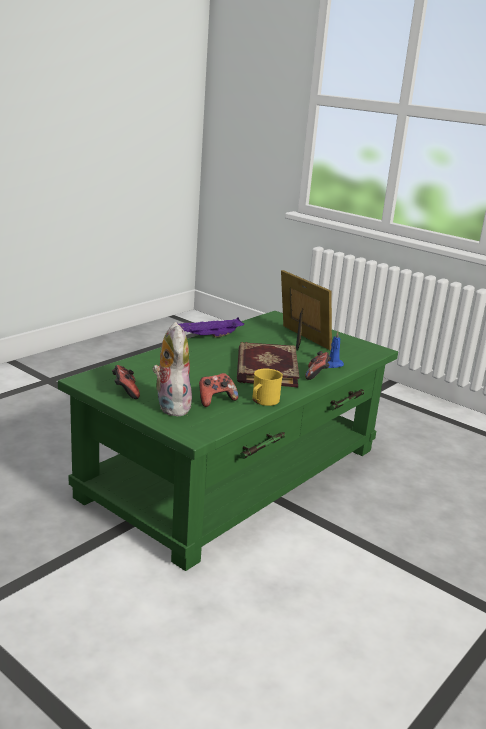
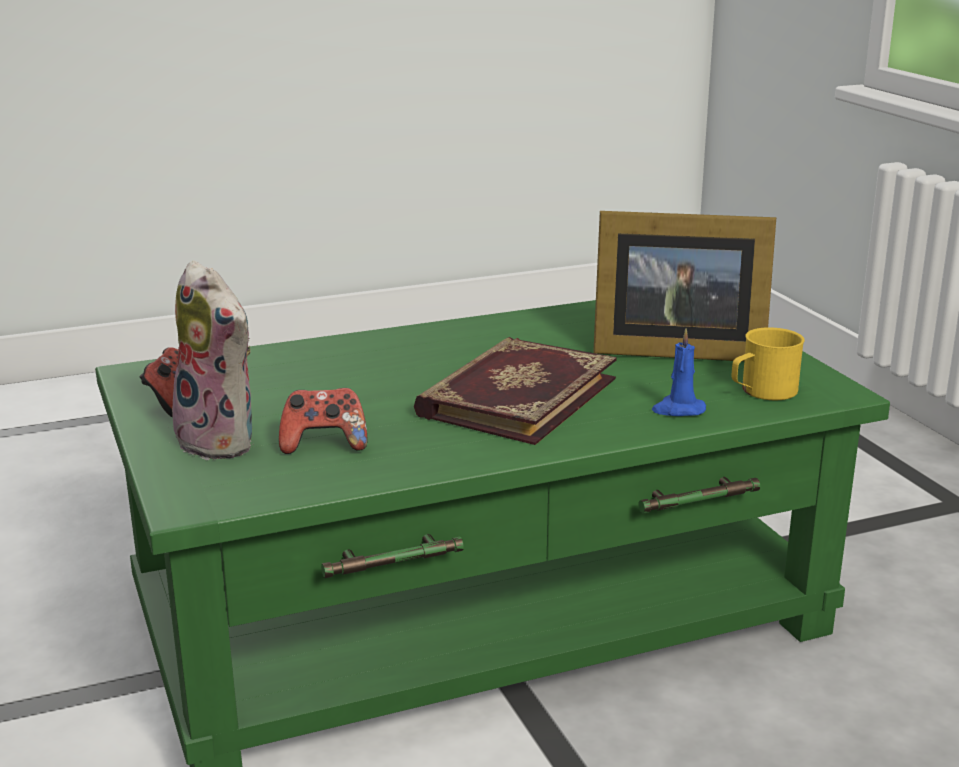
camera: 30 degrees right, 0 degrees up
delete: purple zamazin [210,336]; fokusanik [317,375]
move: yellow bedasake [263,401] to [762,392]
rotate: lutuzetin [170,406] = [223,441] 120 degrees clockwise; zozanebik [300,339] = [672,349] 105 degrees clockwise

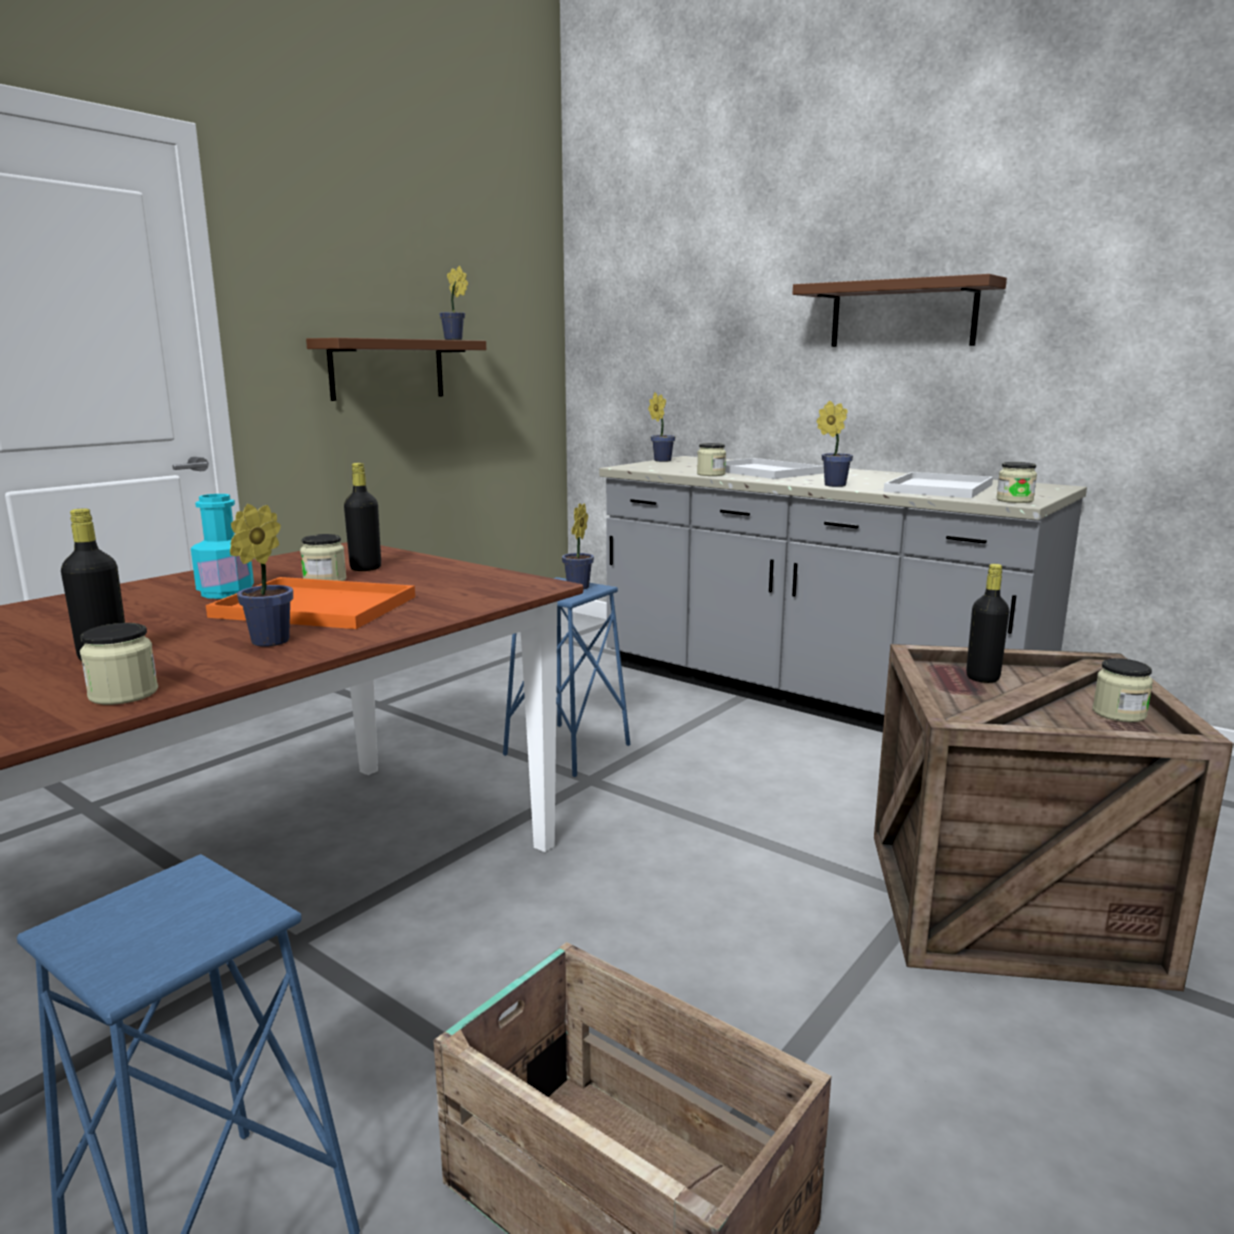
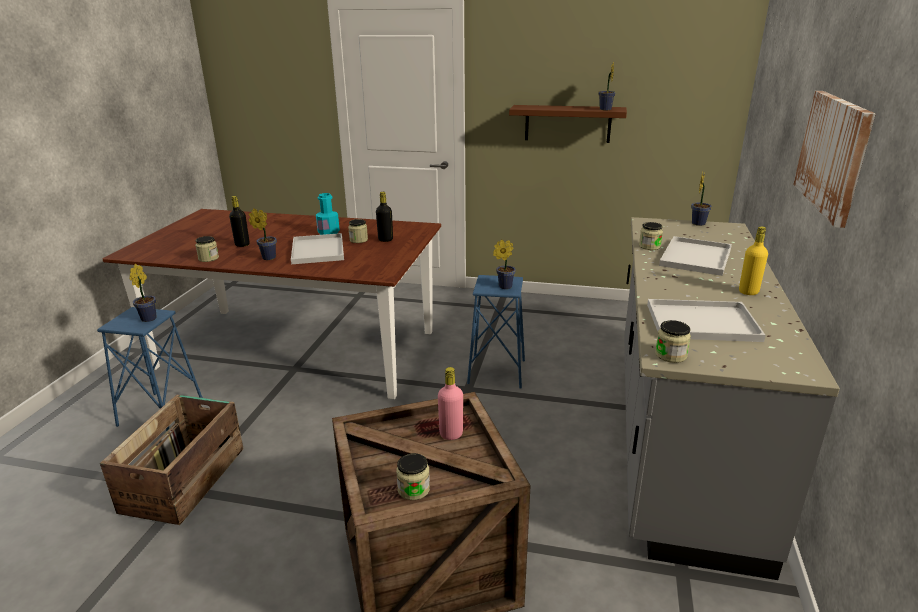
camera: 65 degrees right, 10 degrees up
insert: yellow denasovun [748,292]
move: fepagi [832,485] to [150,318]
replace: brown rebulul [902,314] to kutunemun [833,154]
recolor: orange zamazin [311,607] to white zamazin [317,250]; black denasovun [982,678] to pink denasovun [451,434]

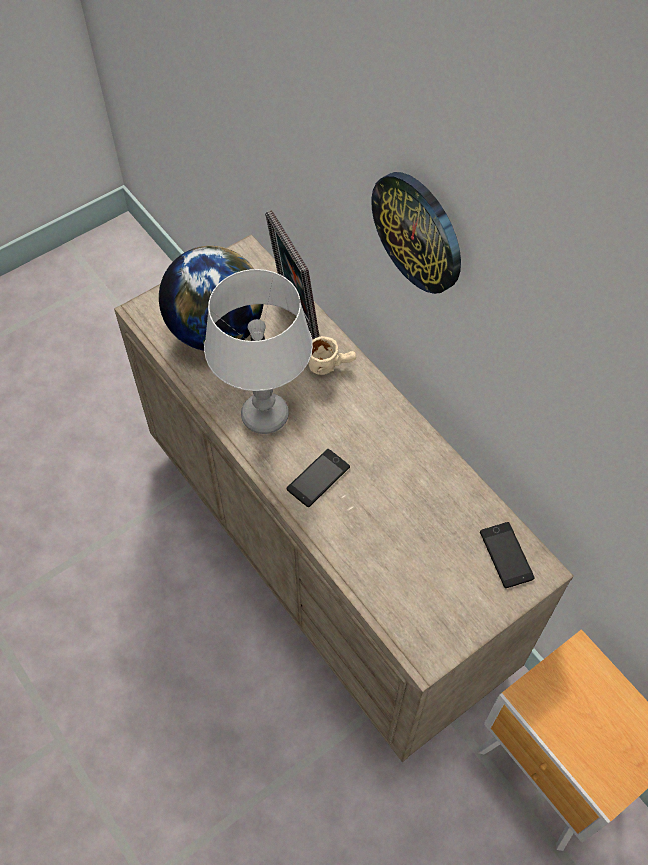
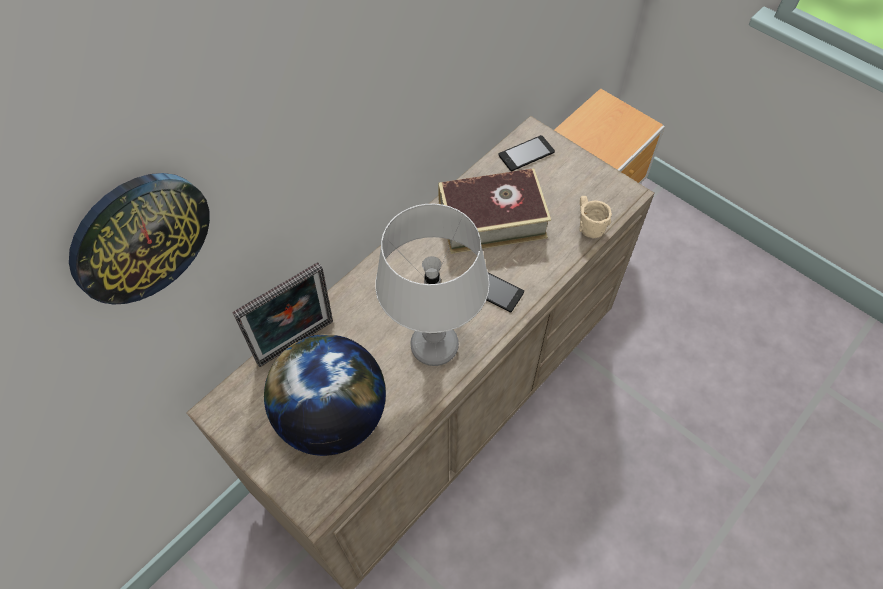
camera: 100 degrees left, 0 degrees up
insert: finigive [492,219]
move: beige bedasake [331,364] to [586,223]; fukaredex [418,231] to [140,237]

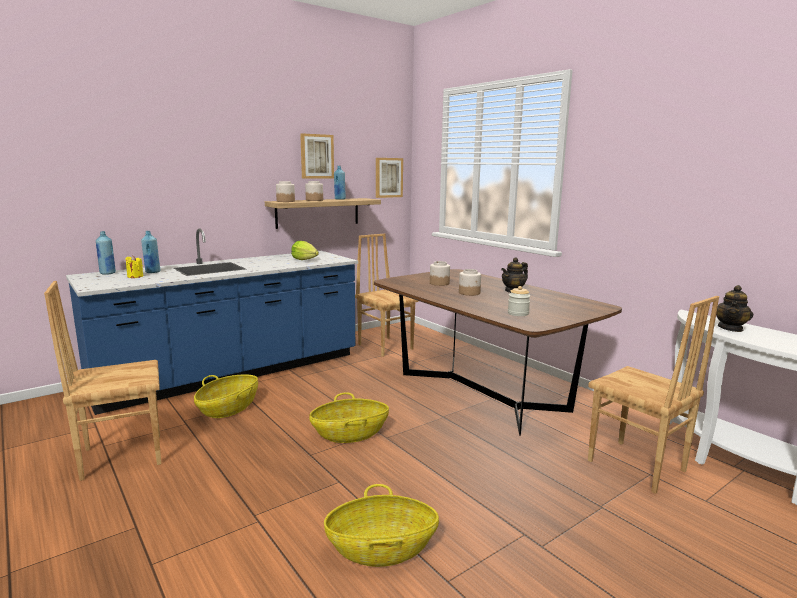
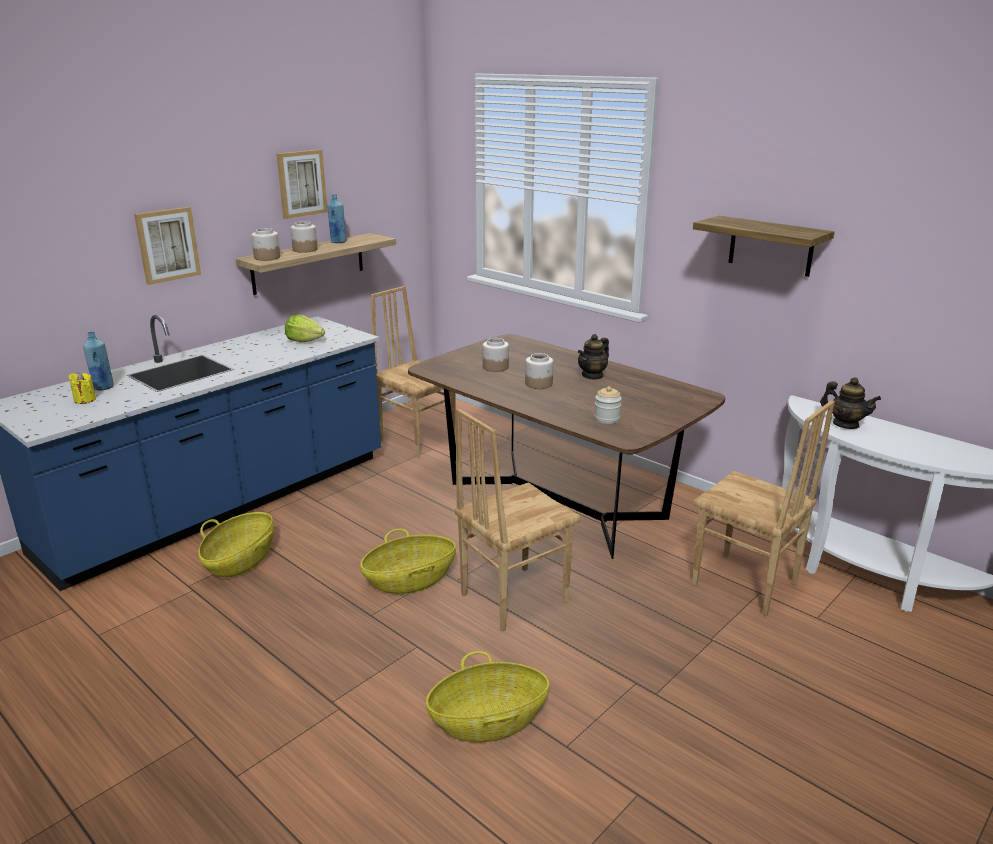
camera: 10 degrees left, 10 degrees up
delete: blue denasovun [107,273]
insert: rebulul [771,246]
move: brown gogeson [121,456] to [512,597]; kutunemun [388,177] to [167,245]
rotate: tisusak [730,328] = [845,424] 75 degrees counterclockwise

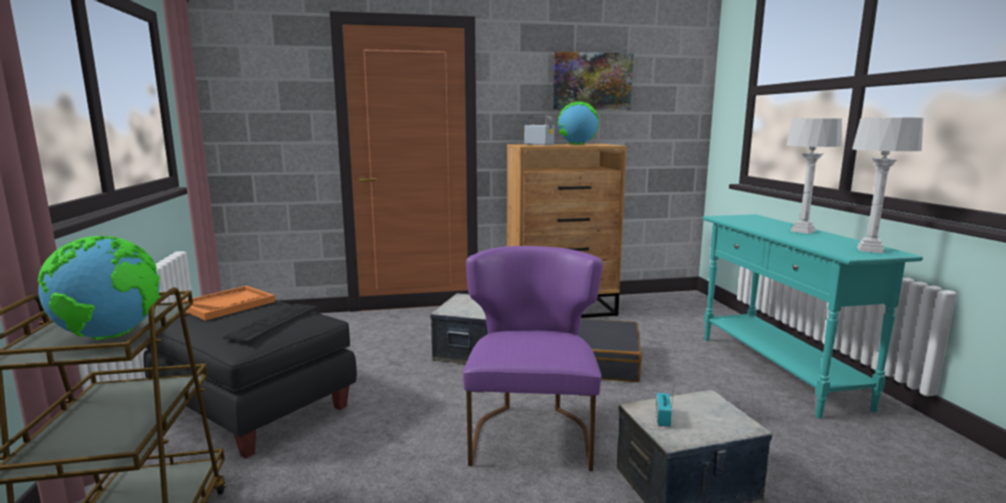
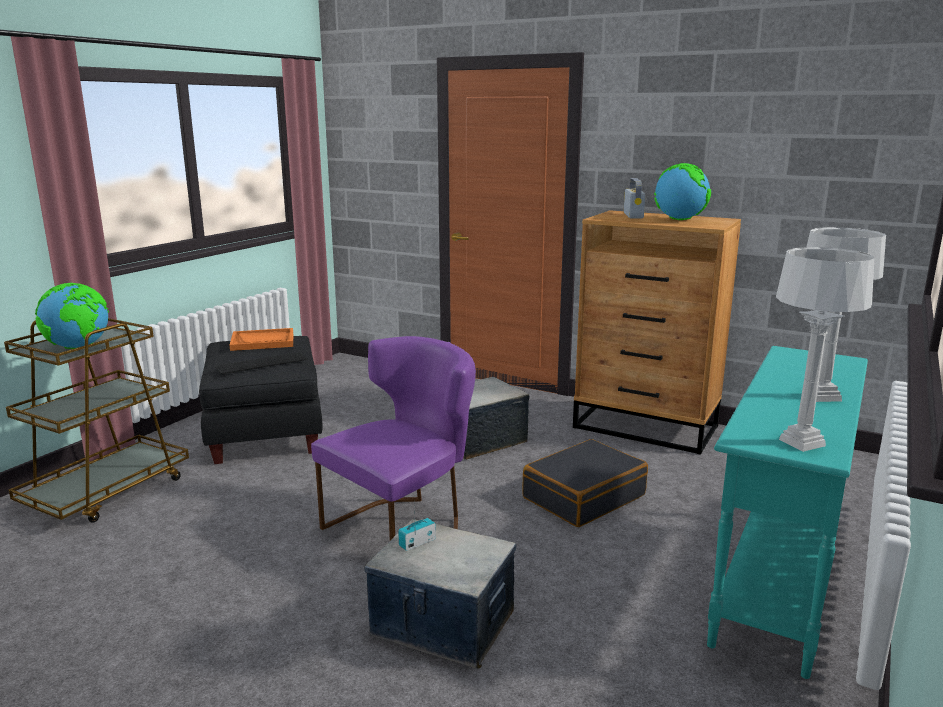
camera: 40 degrees right, 5 degrees up
delete: kutunemun [592,81]

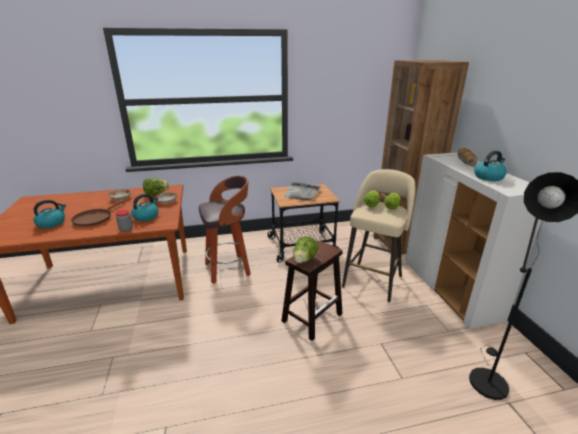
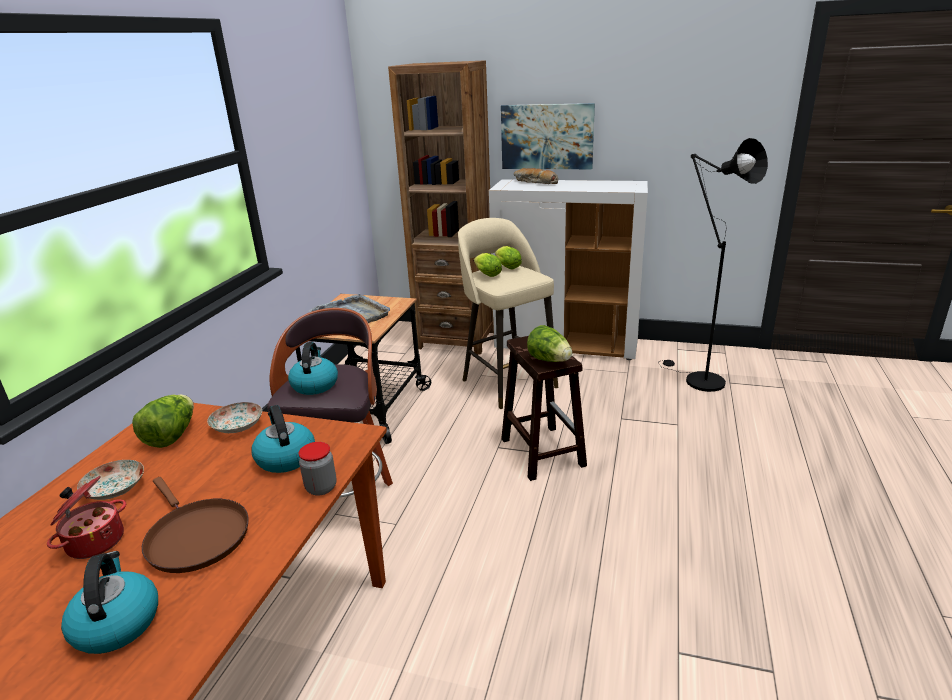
camera: 60 degrees left, 0 degrees up
insert: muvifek [95,541]; kutunemun [547,136]
move: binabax [488,177] to [315,385]

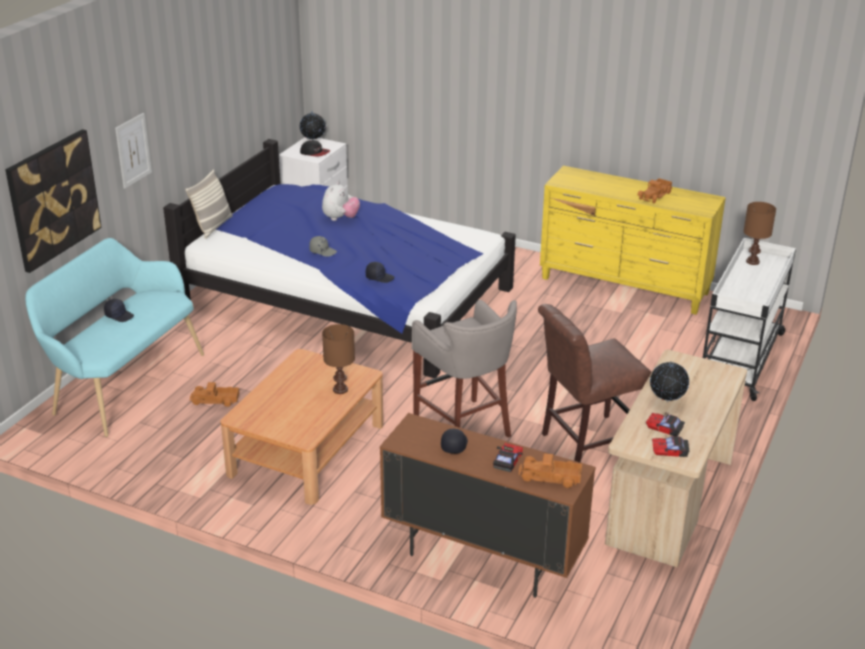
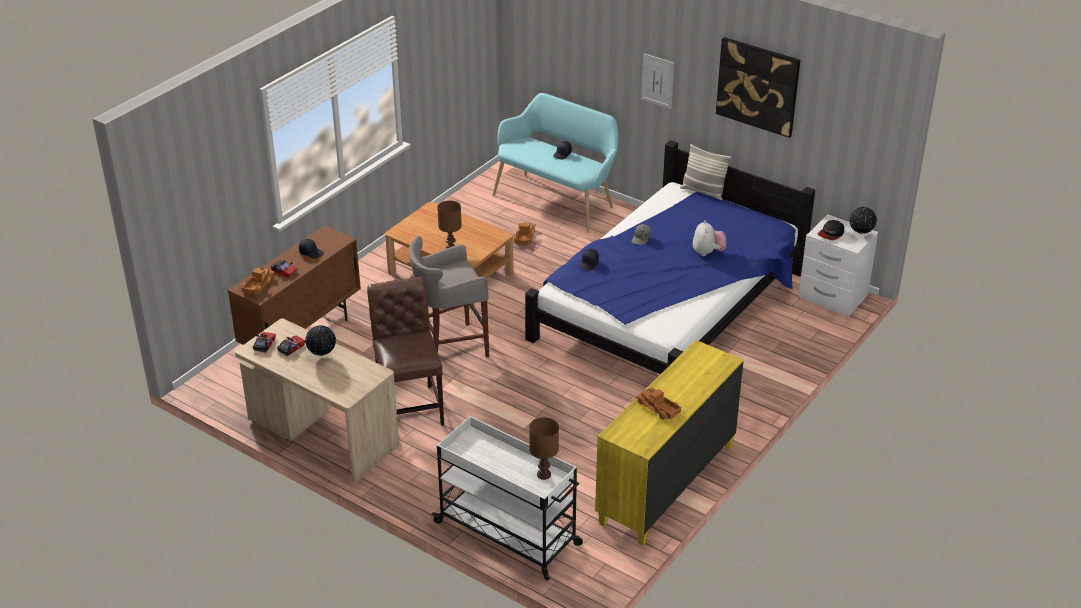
camera: 100 degrees right, 5 degrees up
move: kutunemun [53,199] to [758,86]
rotate: lutuzetin [340,218] = [708,252] 120 degrees counterclockwise

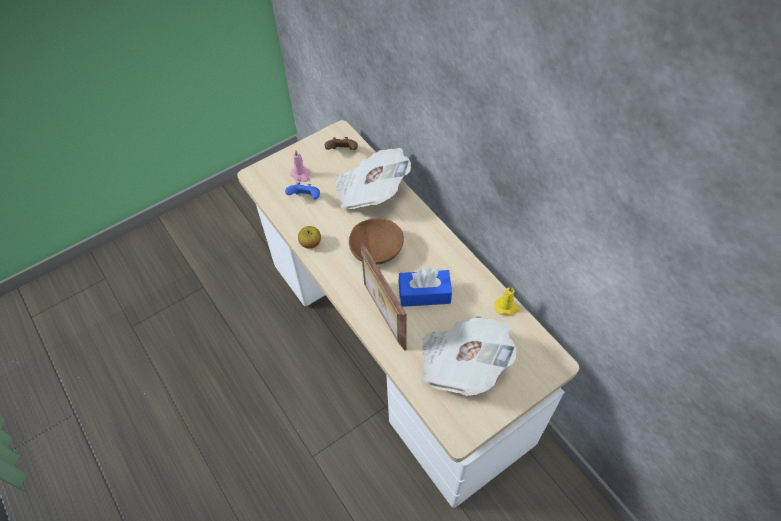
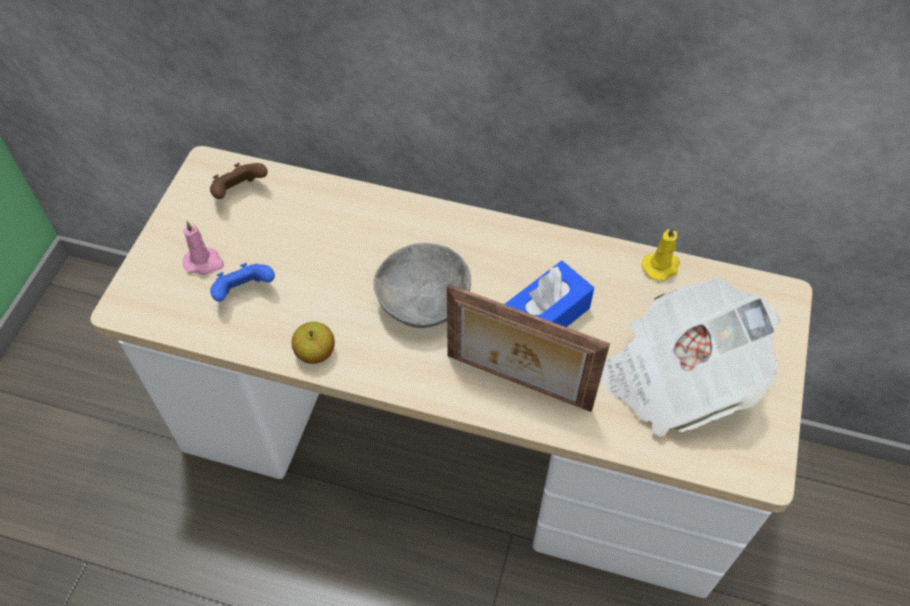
camera: 40 degrees left, 0 degrees up
delete: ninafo [370,192]
recolor: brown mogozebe [377,250] to grey mogozebe [424,300]

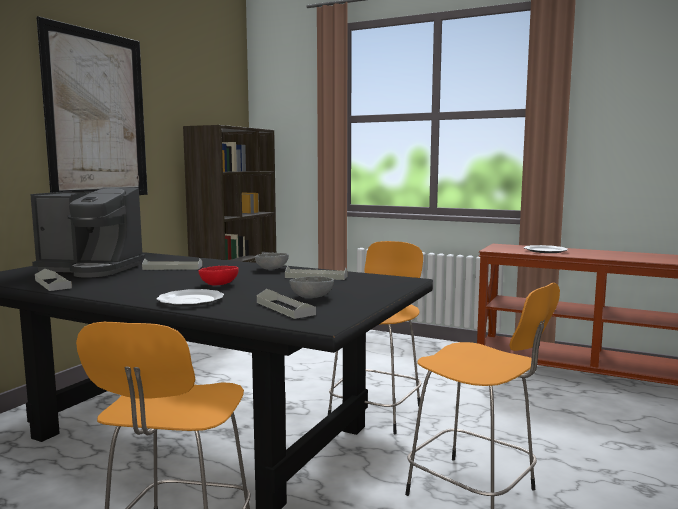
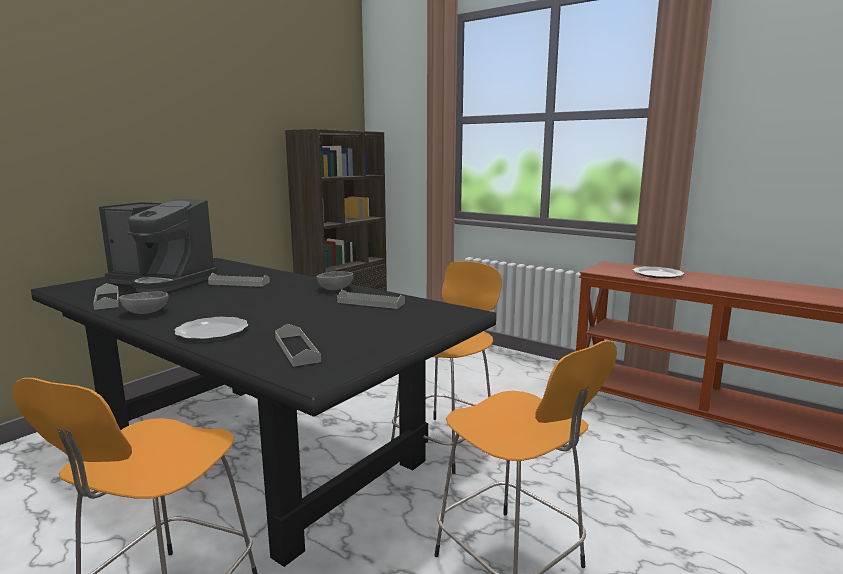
camera: 10 degrees right, 5 degrees up
delete: kutunemun [97,115]; red mogozebe [218,284]
move: grey mogozebe [311,297] to [146,312]

